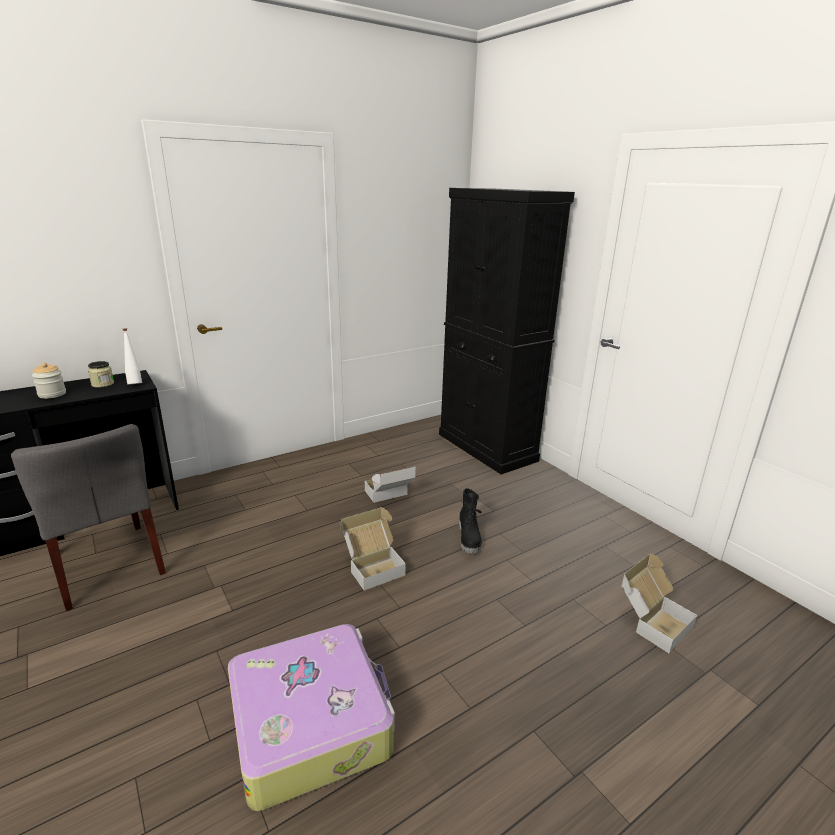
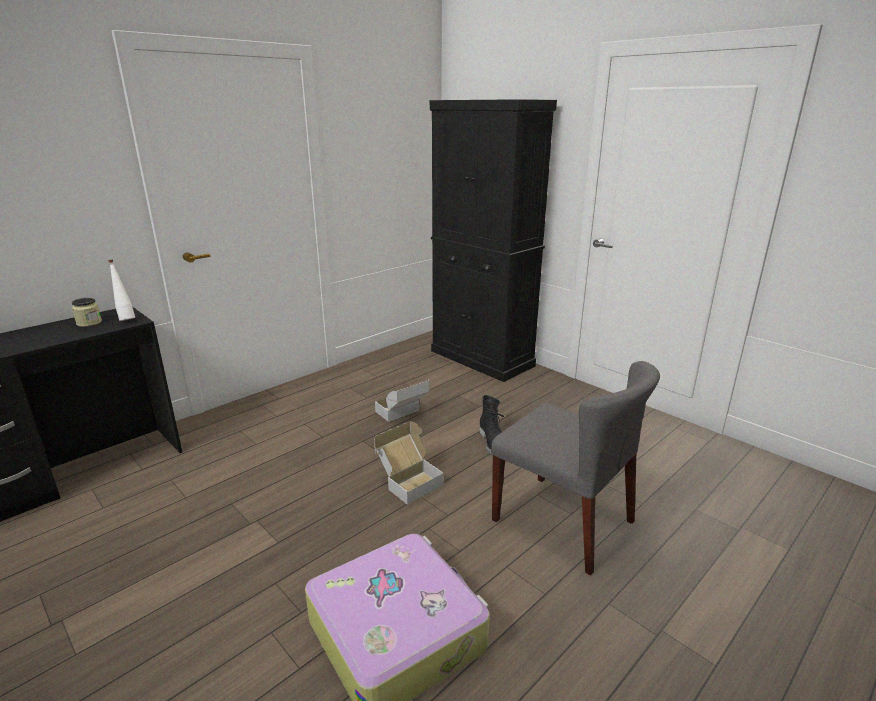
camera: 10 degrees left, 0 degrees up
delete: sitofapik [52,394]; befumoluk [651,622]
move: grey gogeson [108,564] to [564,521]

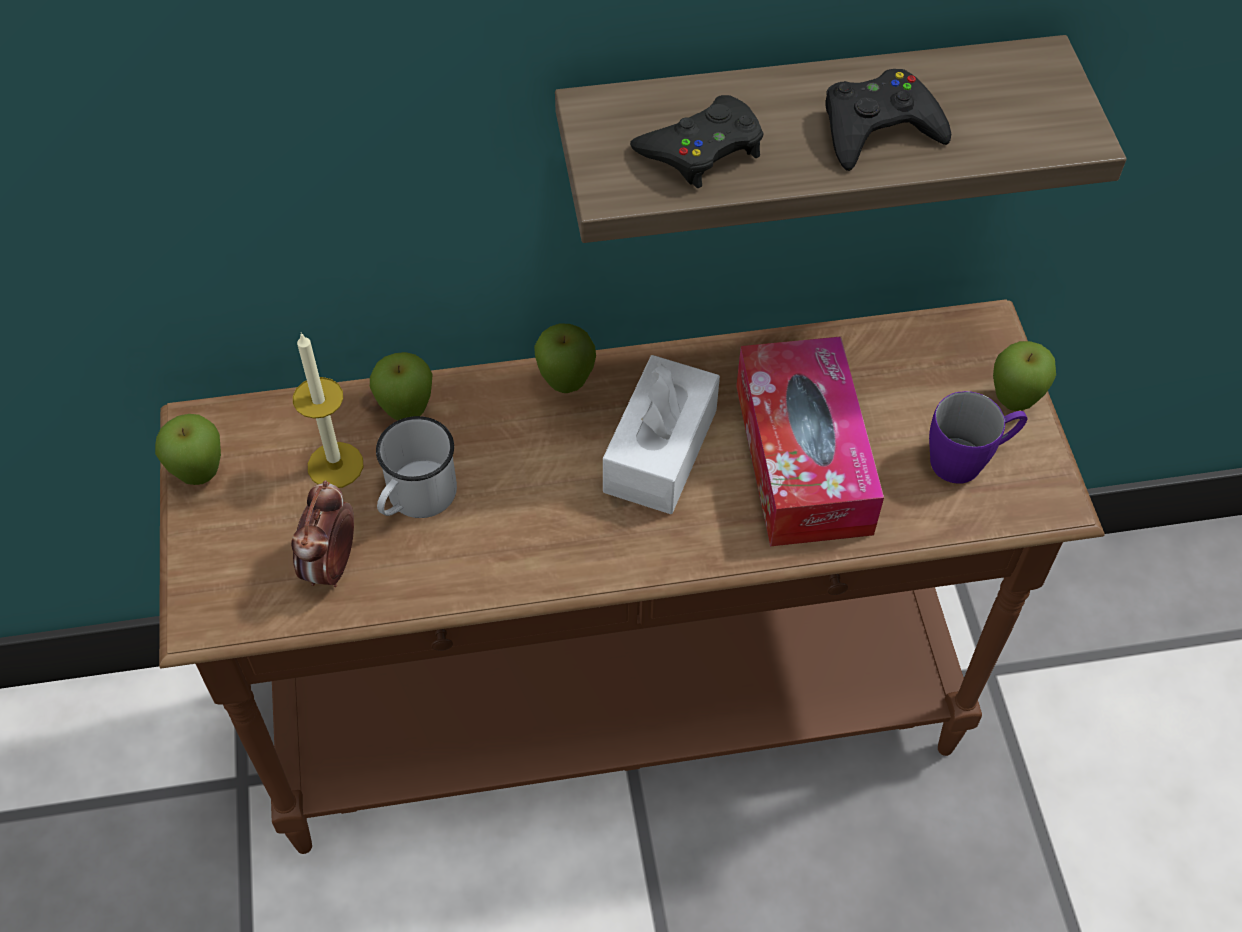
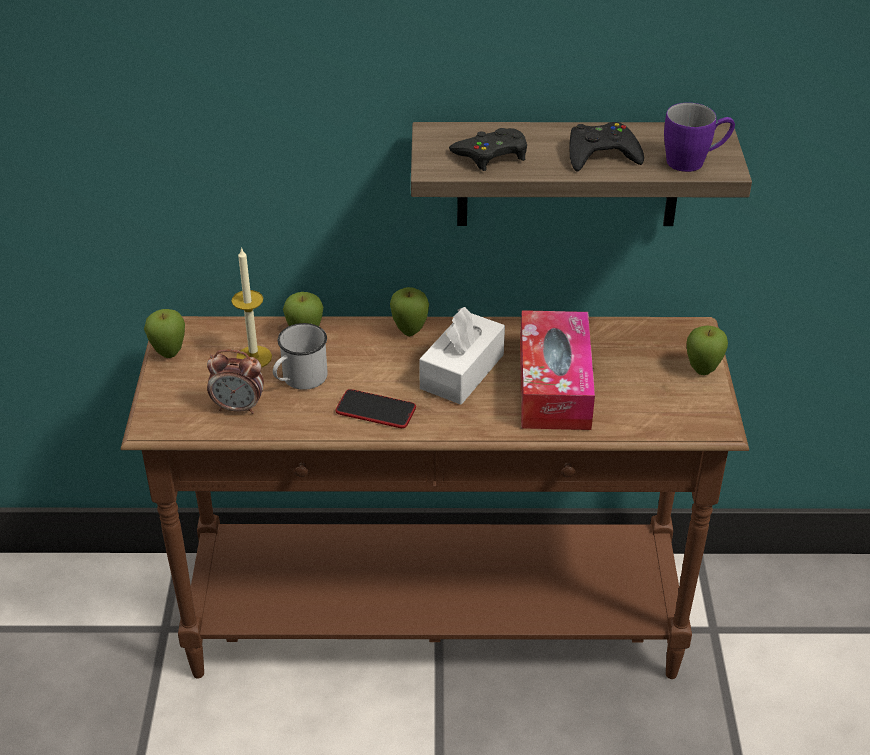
camera: 10 degrees right, 15 degrees down
insert: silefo [375,410]
move: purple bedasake [968,459] to [694,161]
rotate: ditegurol [331,566] = [238,407] 105 degrees counterclockwise

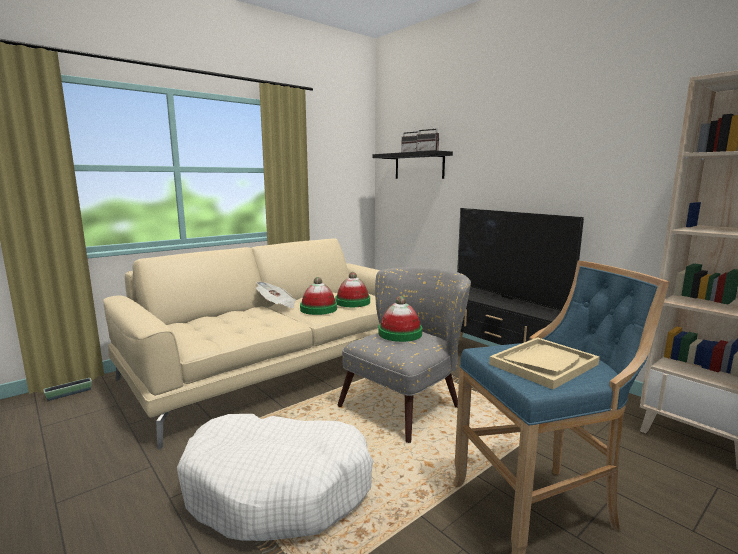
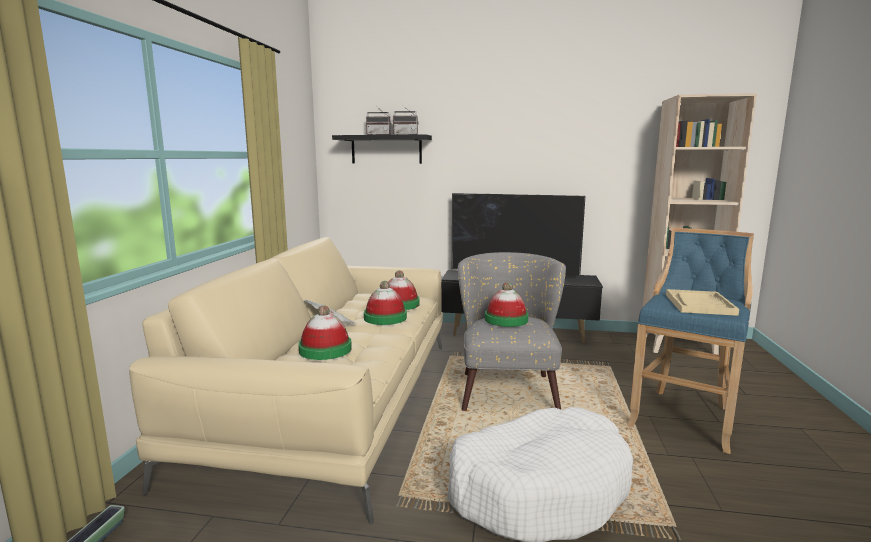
camera: 40 degrees left, 0 degrees up
insert: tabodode [325,349]

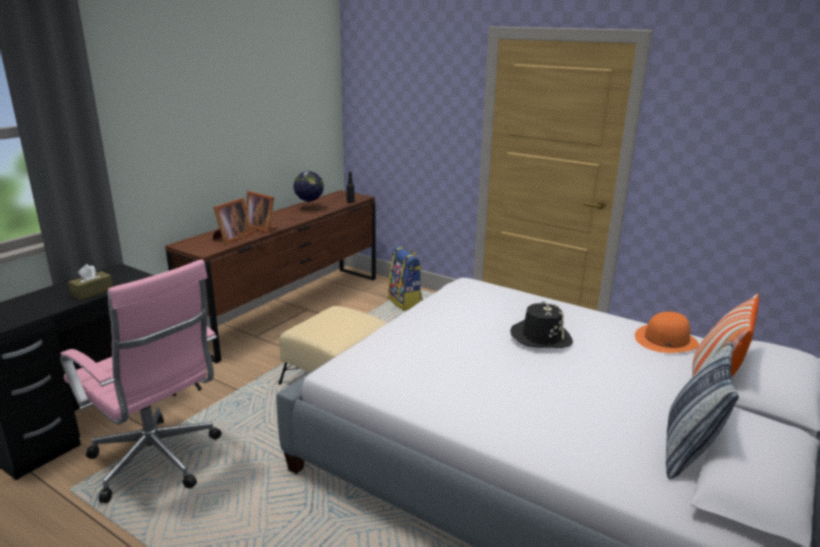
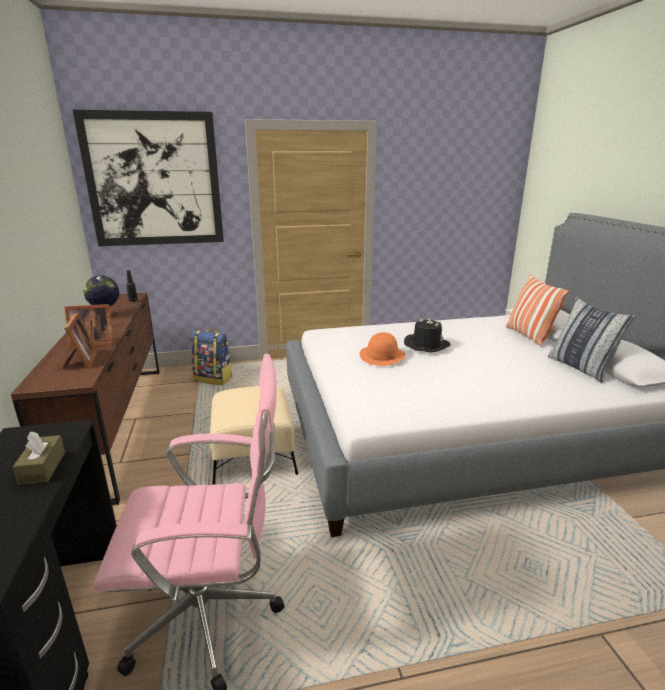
camera: 45 degrees left, 0 degrees up
insert: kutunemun [154,180]
move: orange tabodode [666,340] to [382,355]

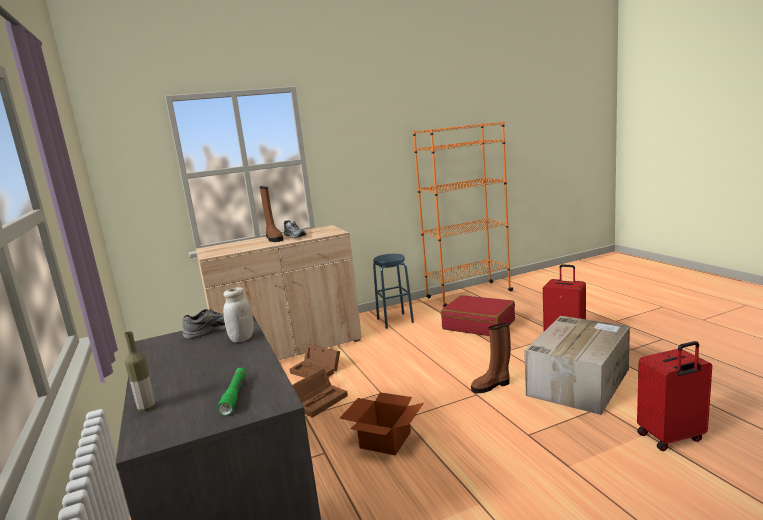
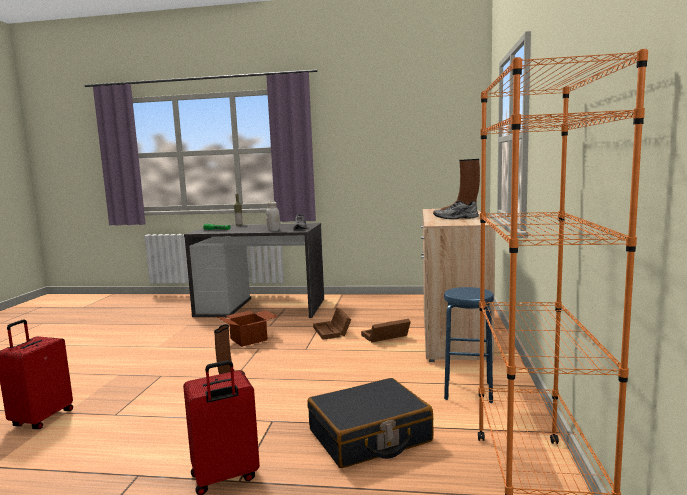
camera: 120 degrees right, 5 degrees down
delete: befumoluk [579,381]
recolor: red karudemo [479,325] to black karudemo [369,436]

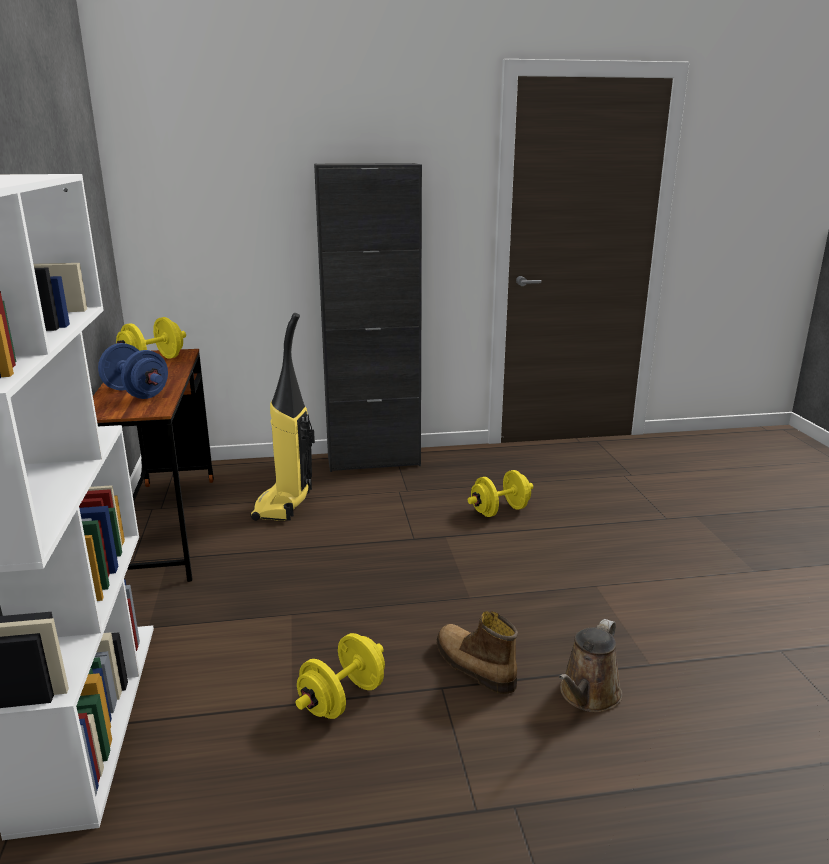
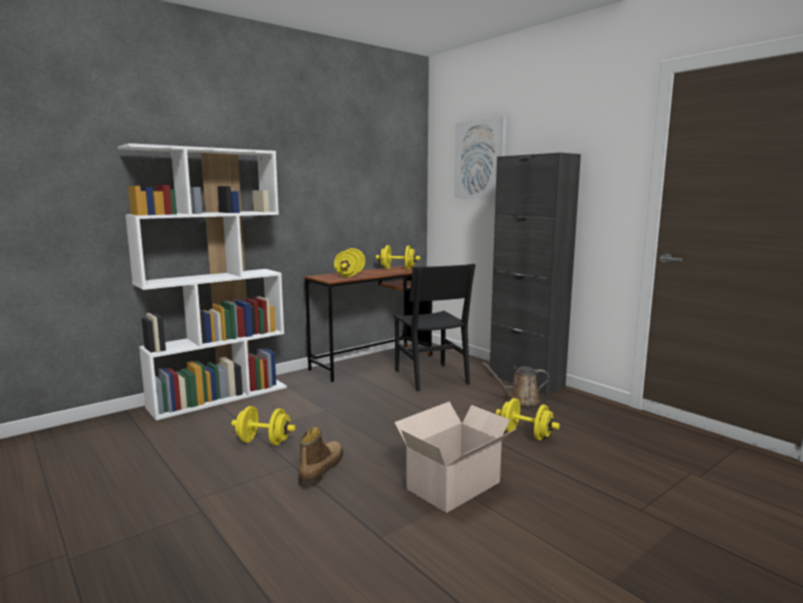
camera: 60 degrees right, 10 degrees down
insert: befumoluk [456,485]; kutunemun [480,160]
move: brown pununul [588,695] to [520,400]
replace: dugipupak [284,505] to black gogeson [430,377]
recolor: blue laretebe [136,393] to yellow laretebe [350,275]

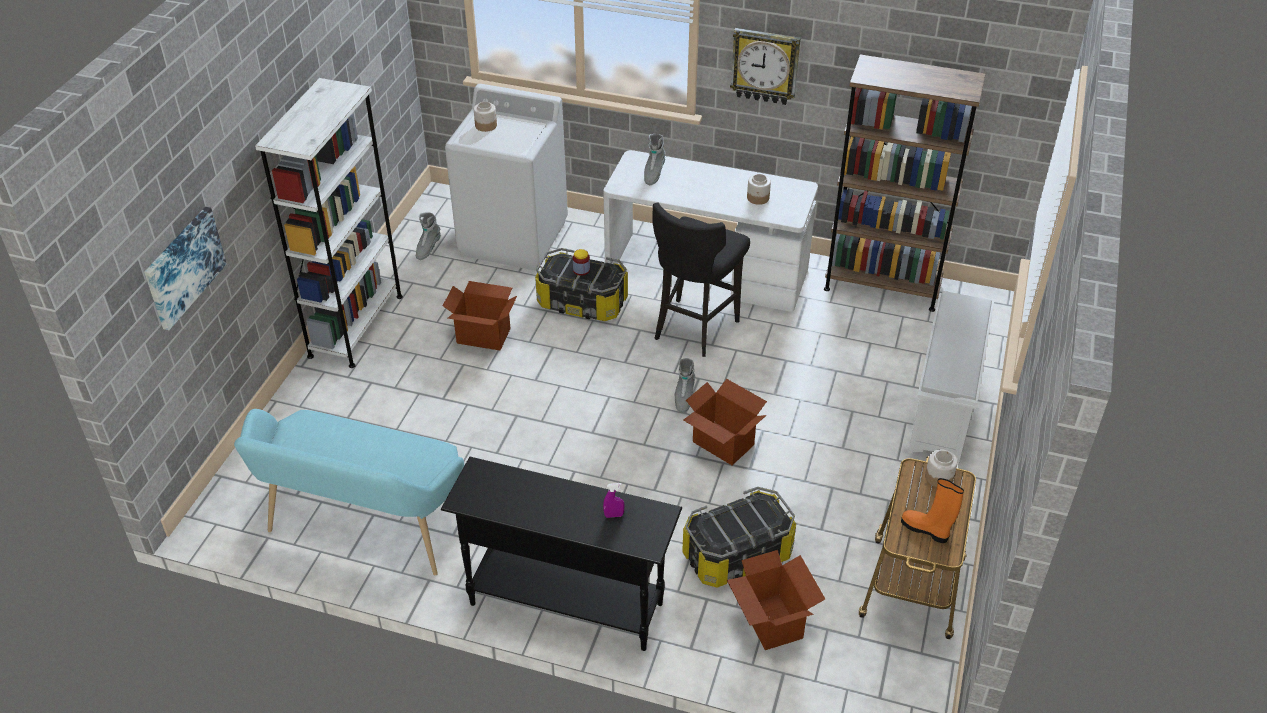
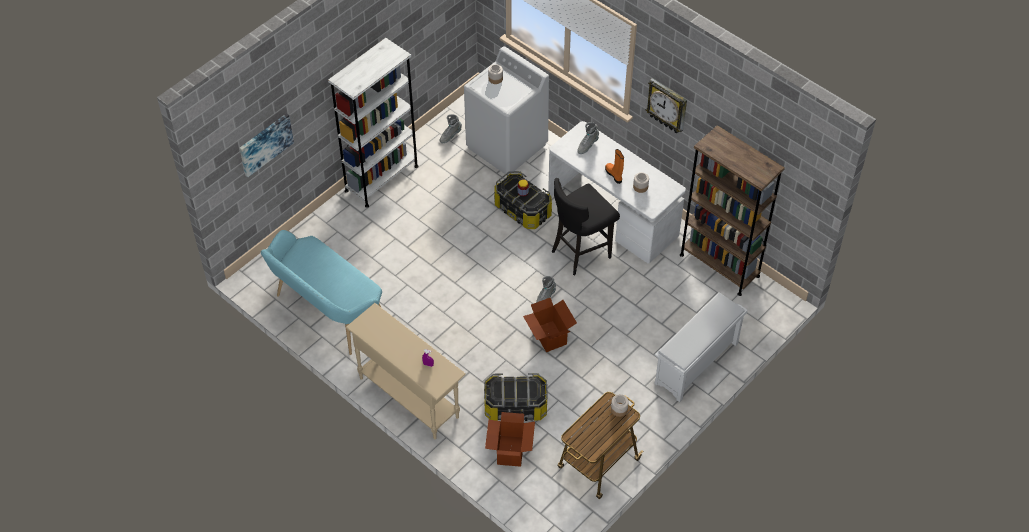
camera: 25 degrees right, 10 degrees up
delete: befumoluk [483,335]
move: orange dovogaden [926,530] to [614,175]
recolor: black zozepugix [565,603] to beige zozepugix [409,397]

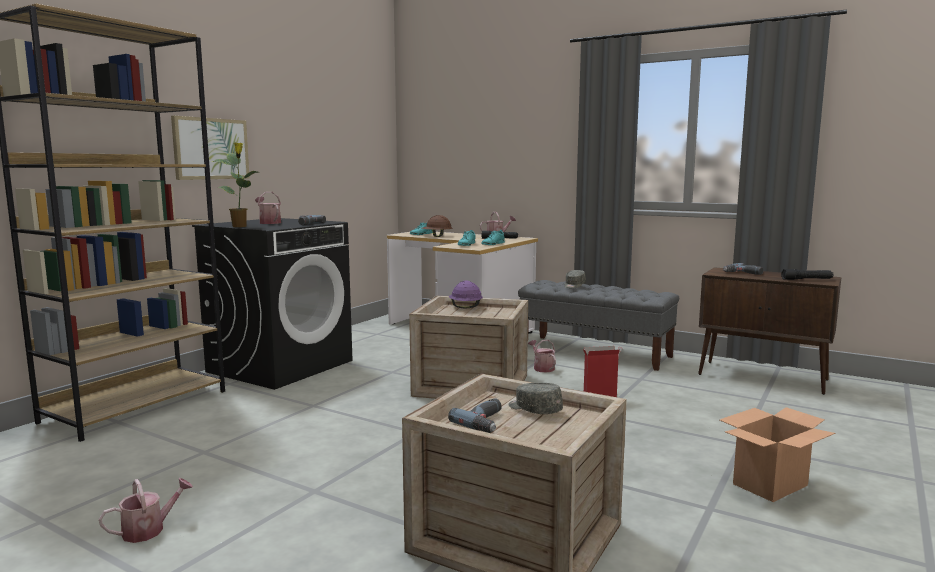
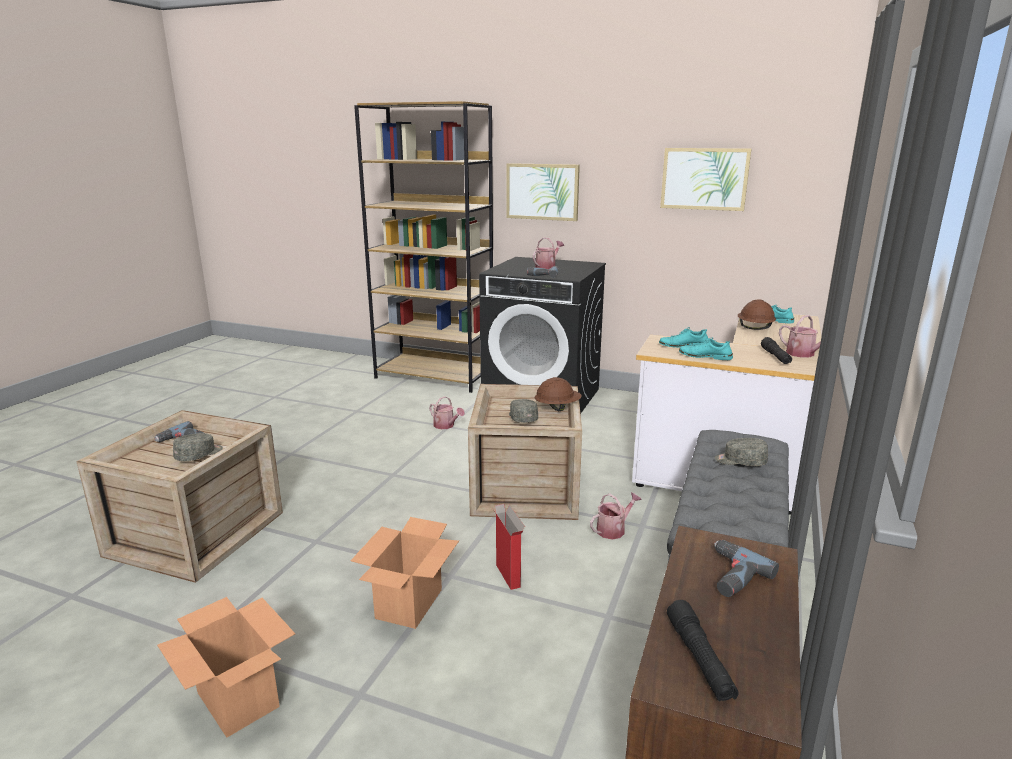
camera: 80 degrees right, 10 degrees up
delete: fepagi [240,226]
insert: befumoluk [409,604]; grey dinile [522,418]; kutunemun [704,179]
move: pununul [149,530] to [446,426]
recolor: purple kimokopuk [465,307] to brown kimokopuk [557,408]

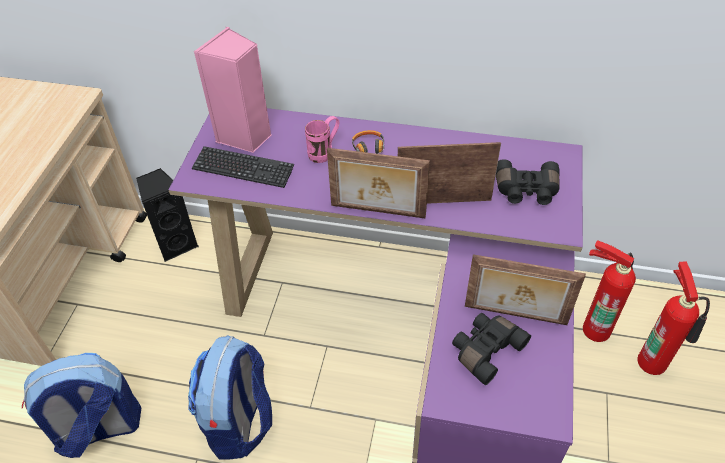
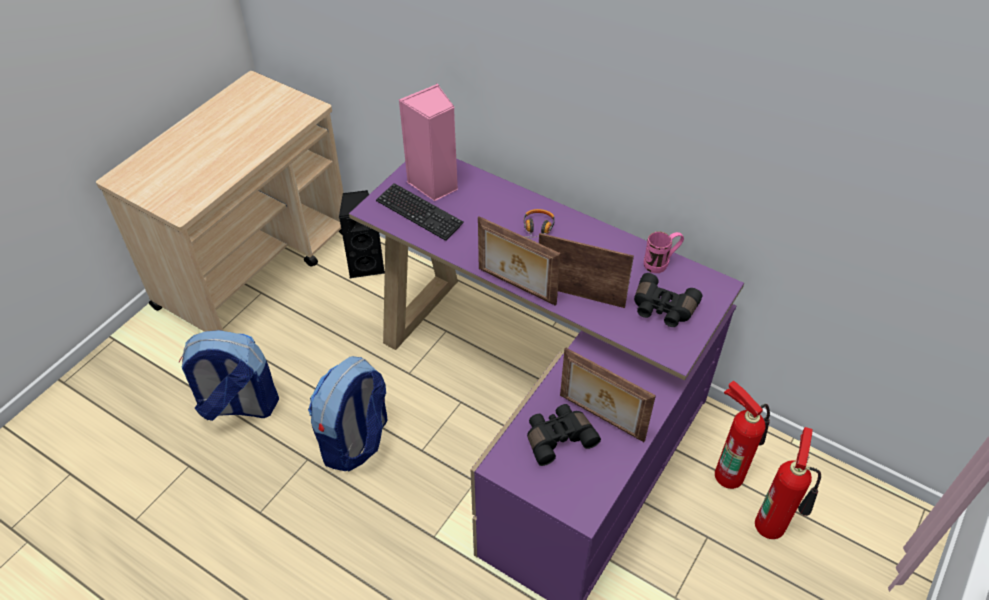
camera: 20 degrees right, 0 degrees up
move: pink bedasake [324,152] to [661,263]

